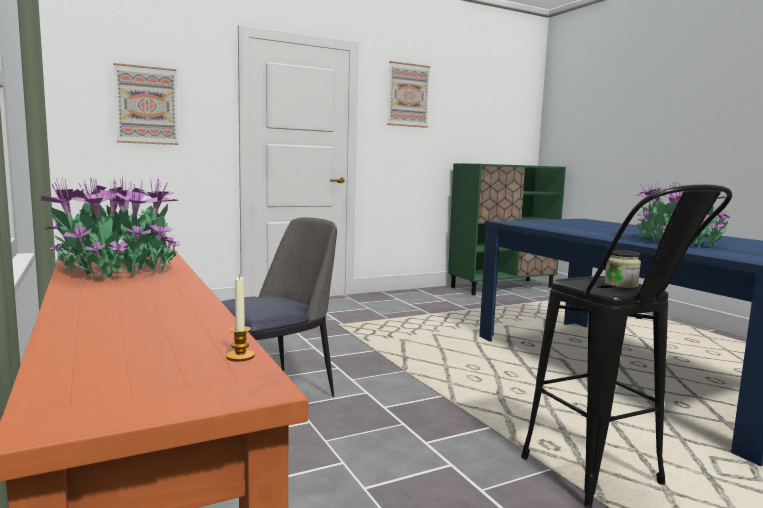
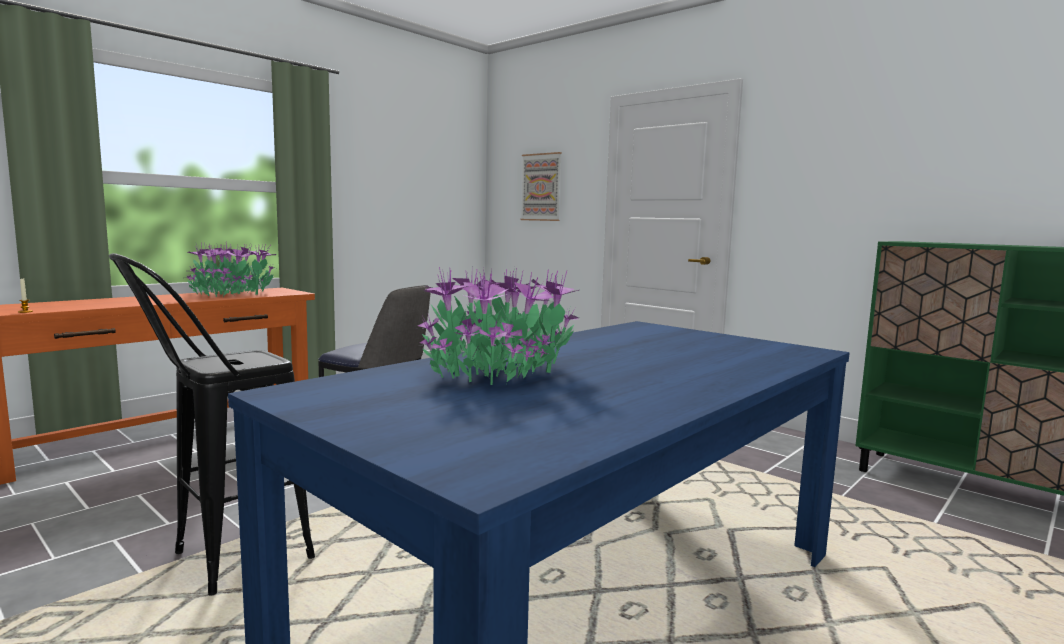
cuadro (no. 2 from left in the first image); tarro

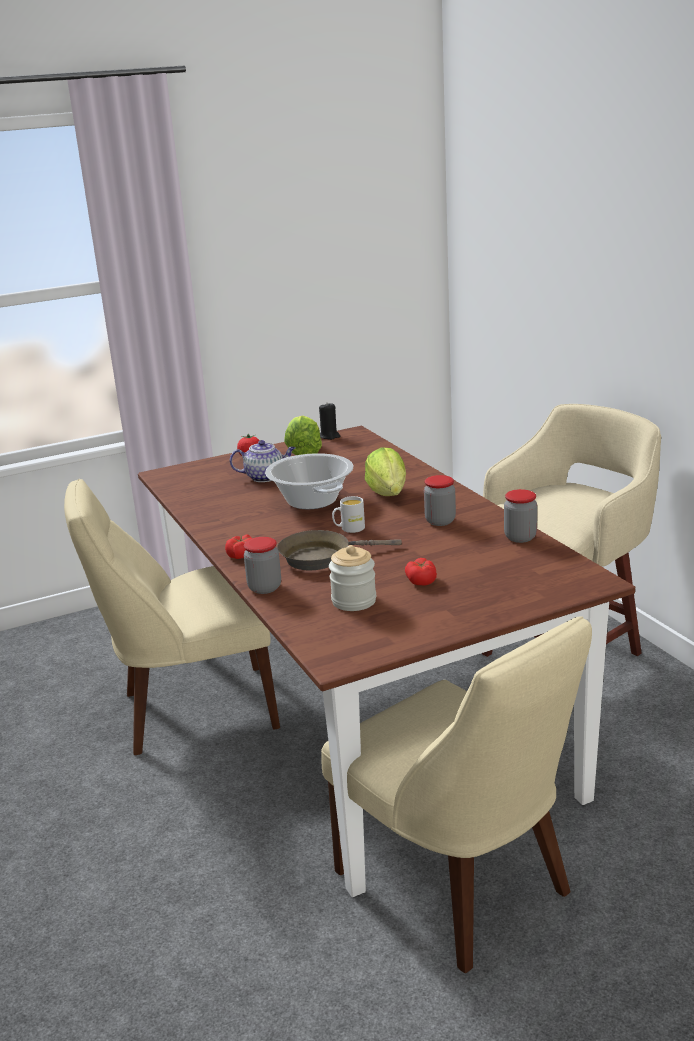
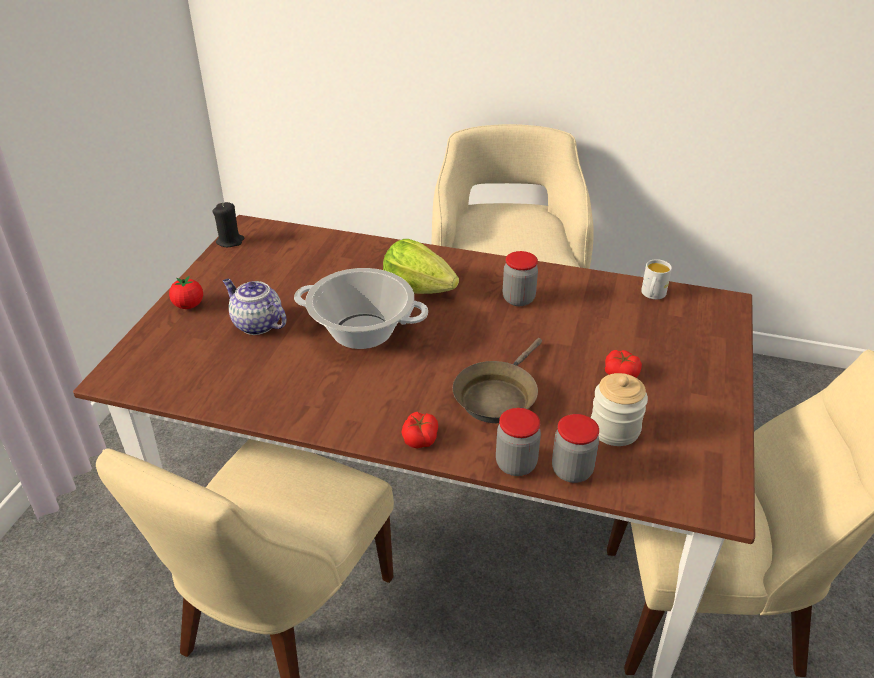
lechuga (no. 1 from left in the first image); tetera; tarro (no. 3 from left); taza grande [blanco]

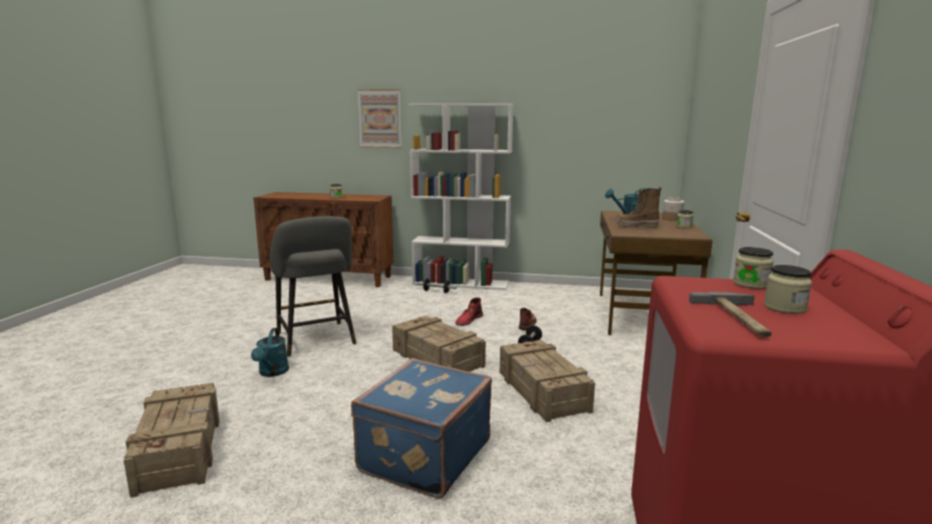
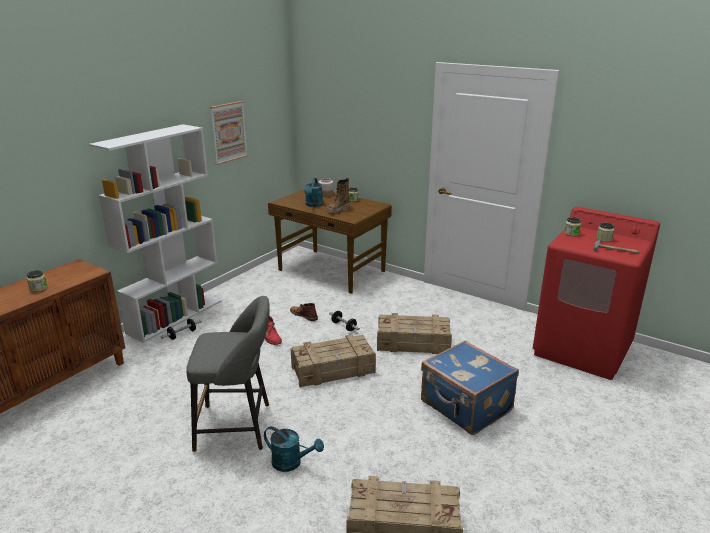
cuadro

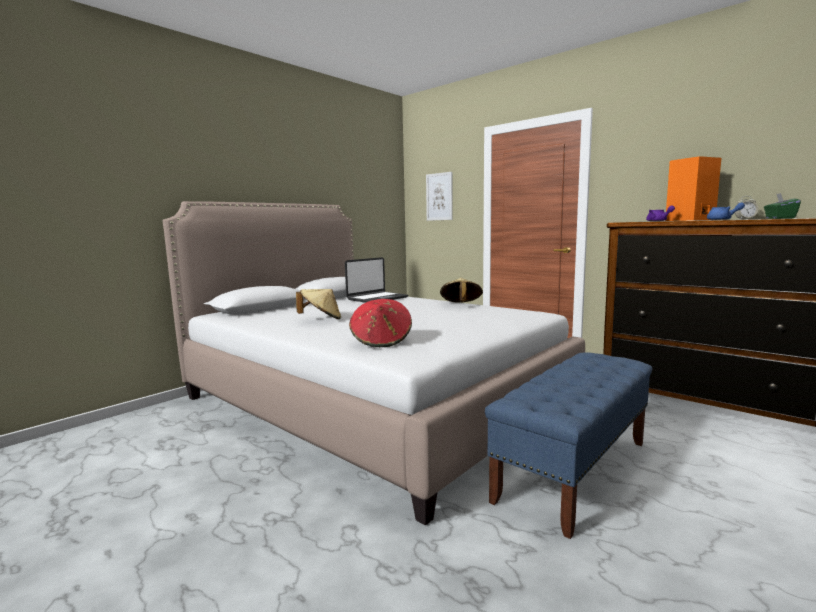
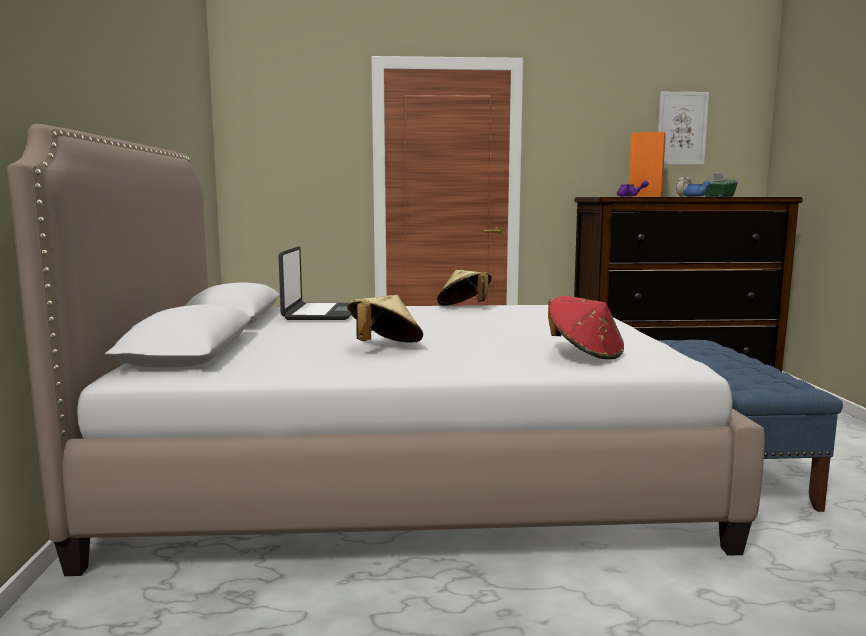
cuadro

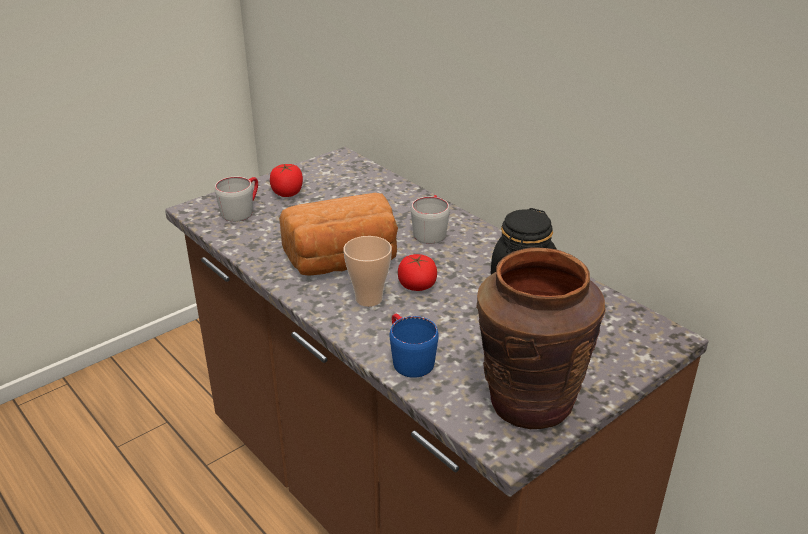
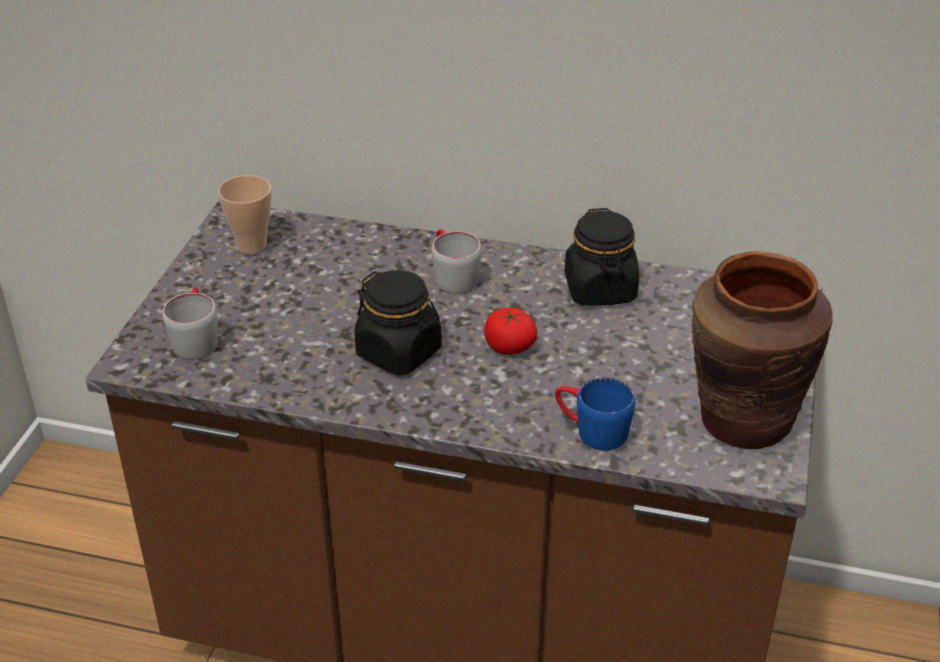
tomate (no. 1 from left in the first image); tarro [negro] (no. 1 from left); taza

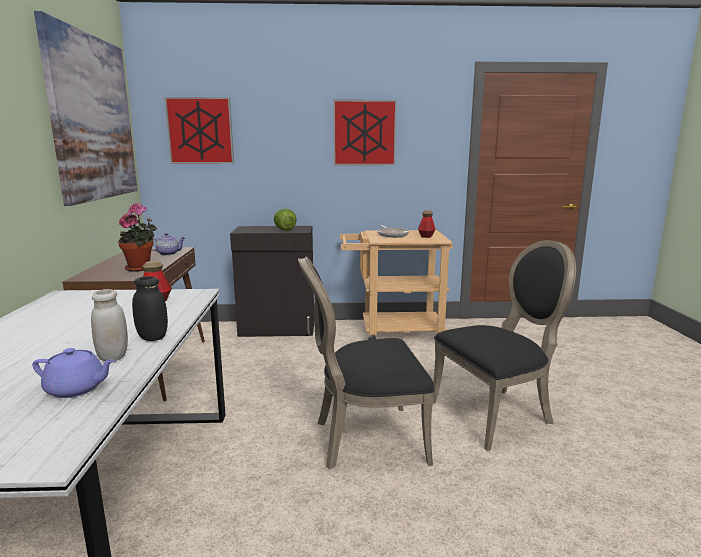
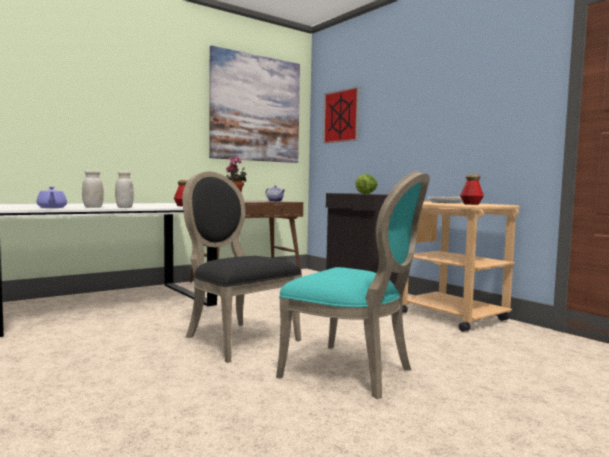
cuadro (no. 3 from left in the first image); silla [turquesa]; tarro [blanco] (no. 2 from left)

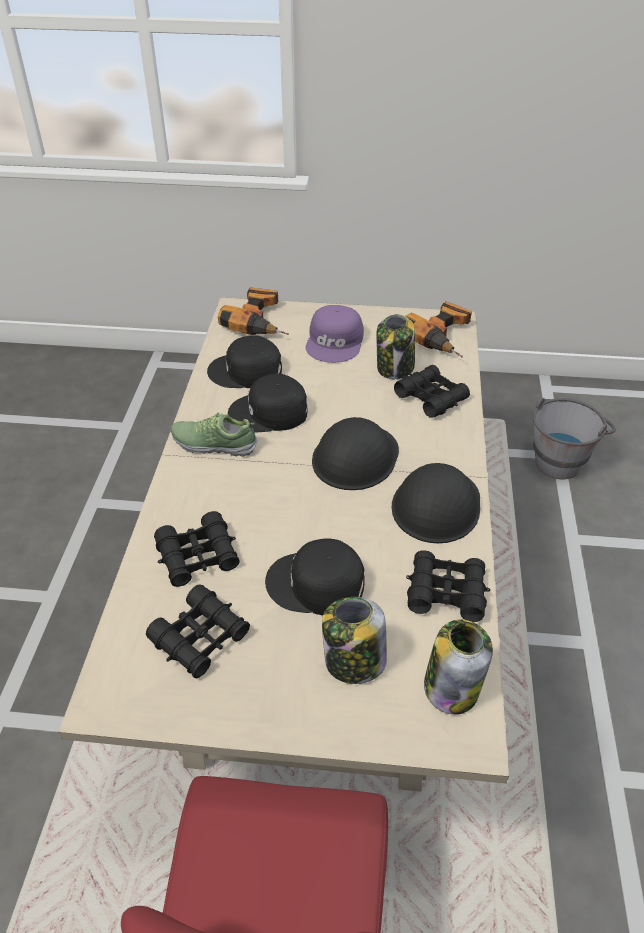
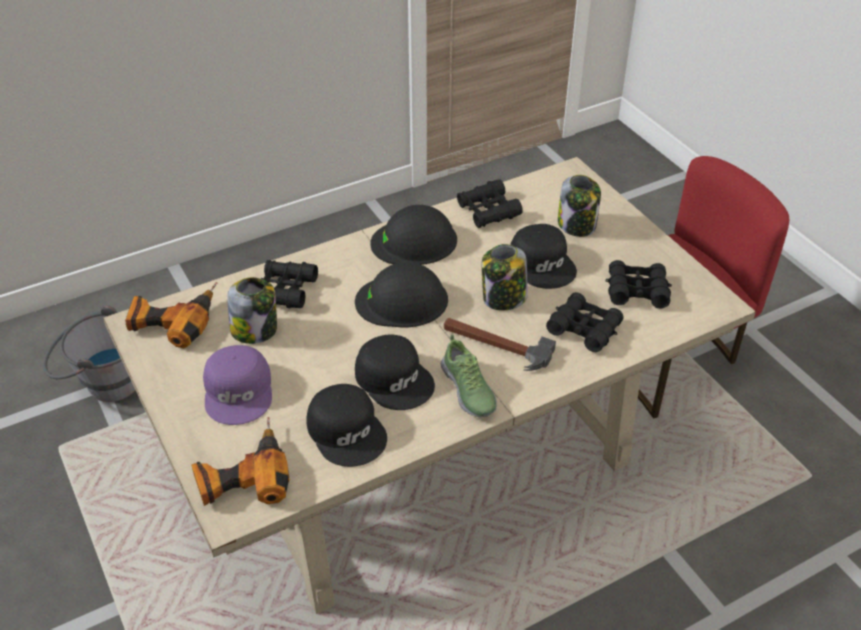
gorra [morado]; tarro (no. 2 from left); martillo

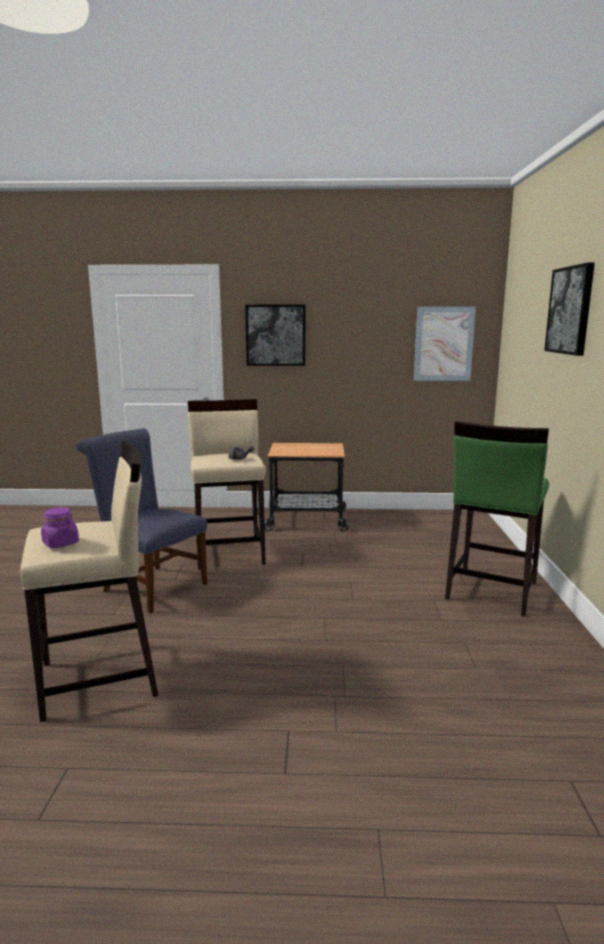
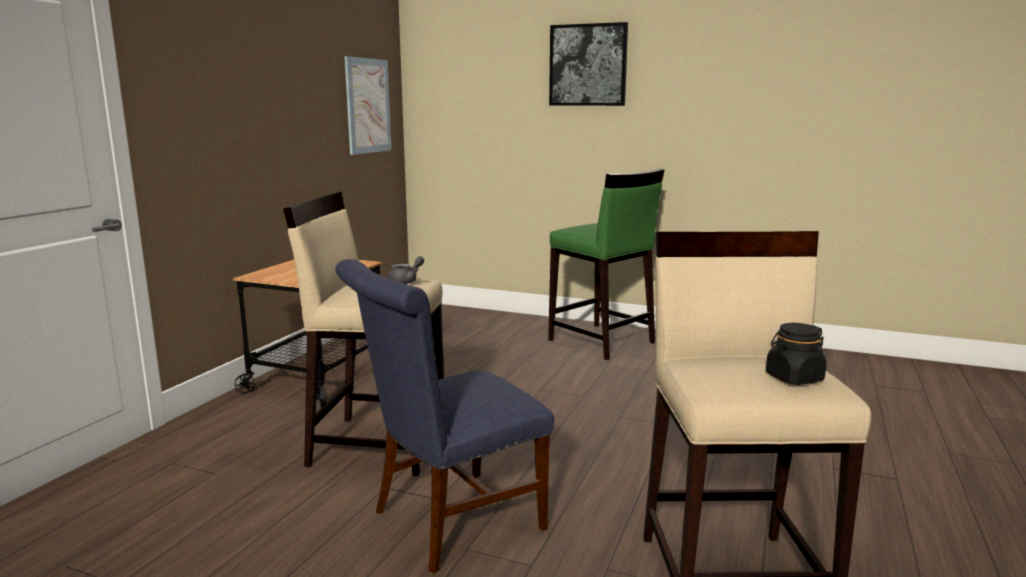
cuadro (no. 1 from left in the first image); tarro [negro]

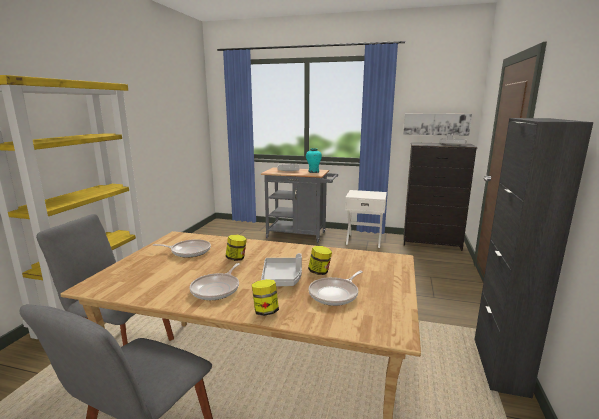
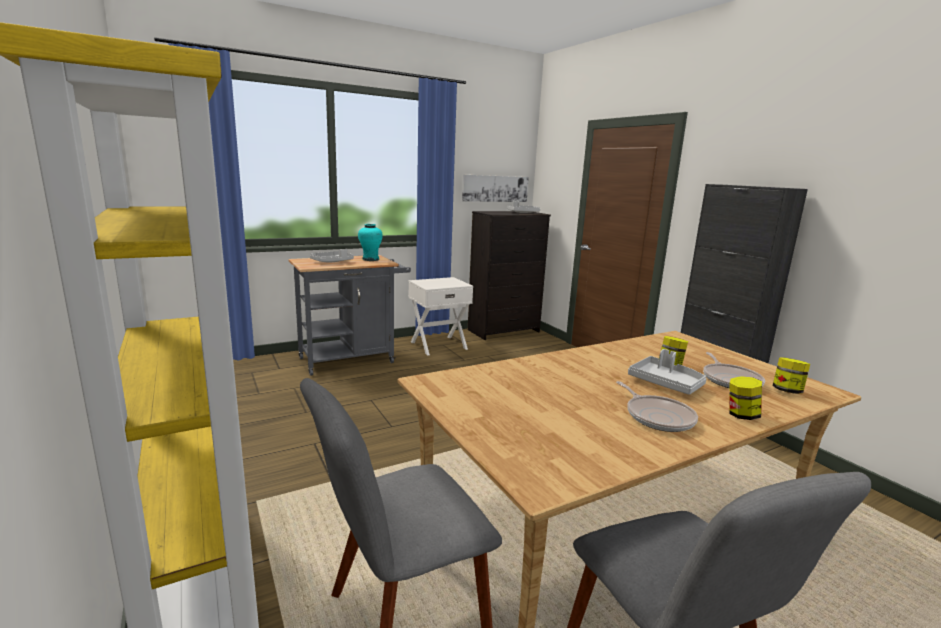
tarro (no. 3 from left); sartén (no. 1 from left in the first image)

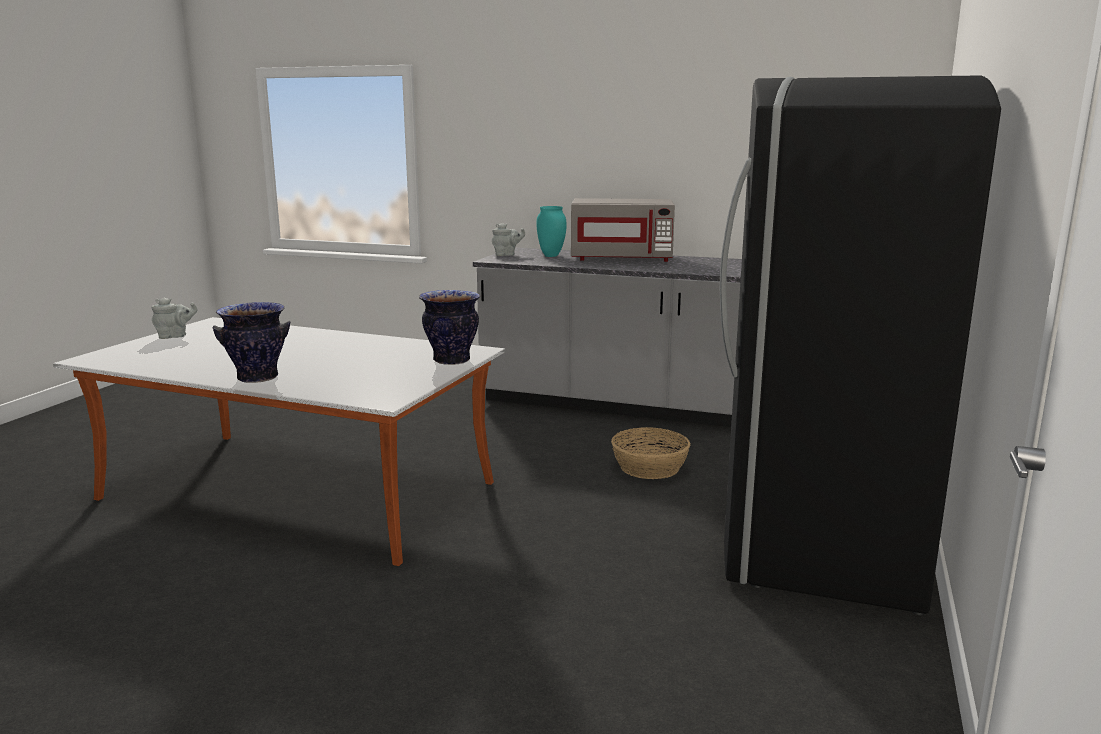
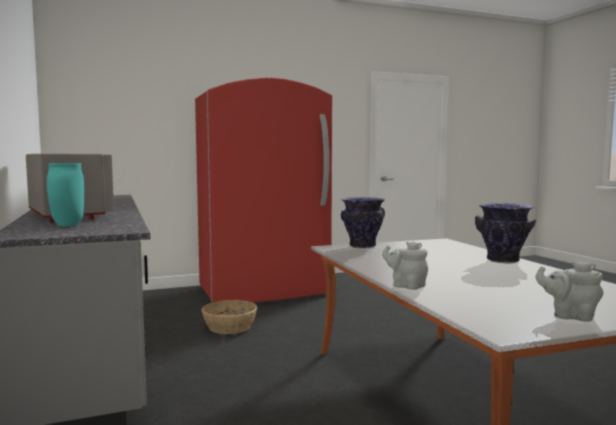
nevera [rojo]; tetera [gris] (no. 1 from left)

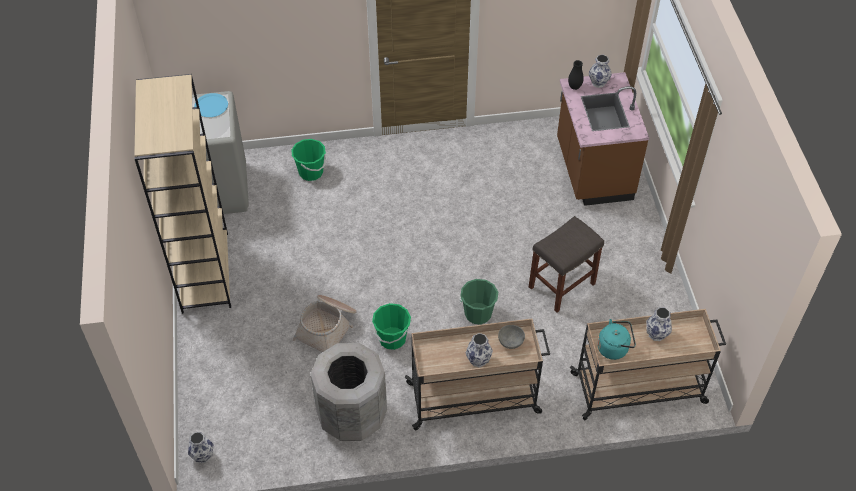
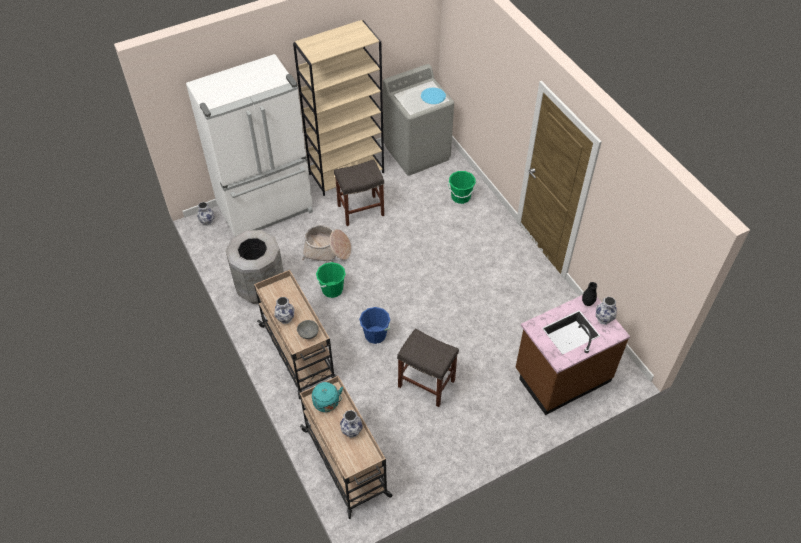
cubo [azul]; nevera [blanco]; taburete [gris] (no. 1 from left)

